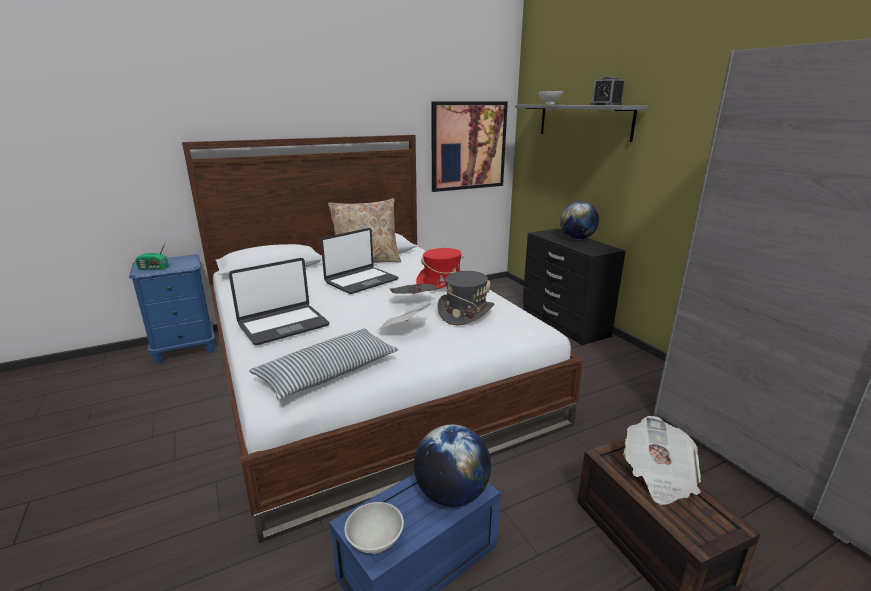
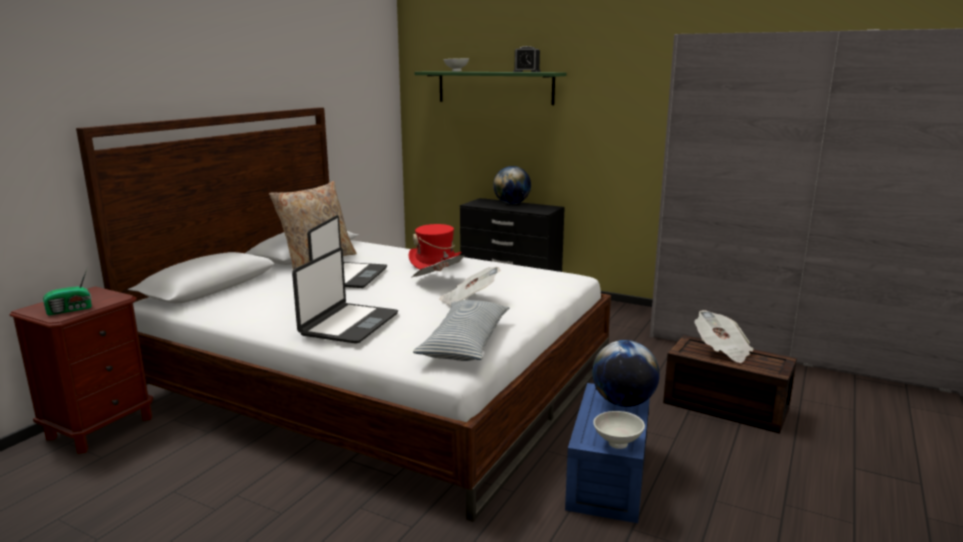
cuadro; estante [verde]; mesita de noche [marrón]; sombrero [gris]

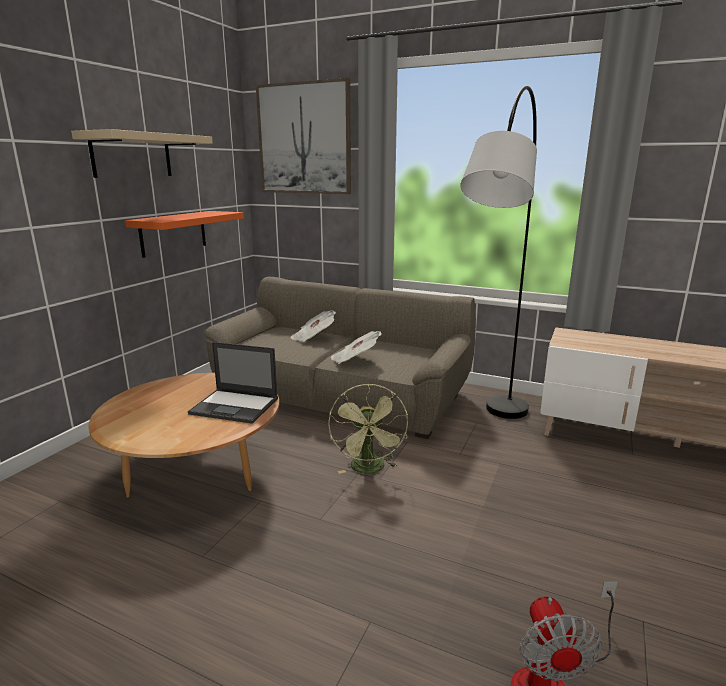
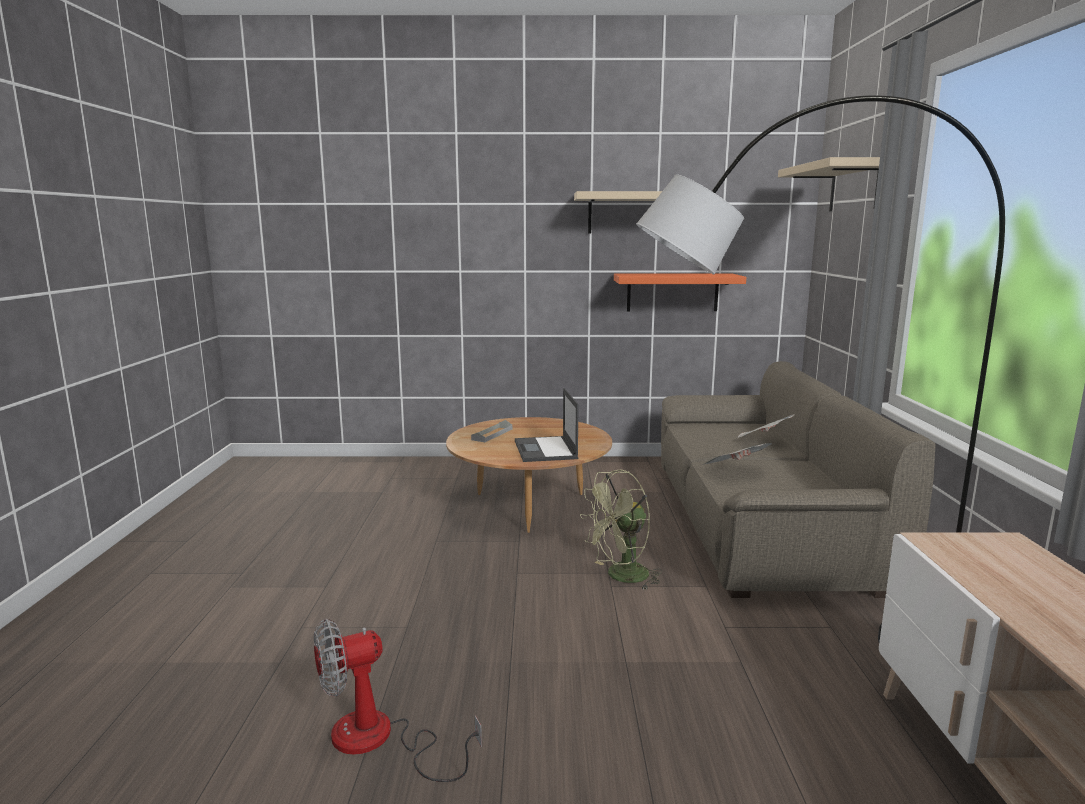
estante [beis] (no. 2 from left); bandeja [gris]

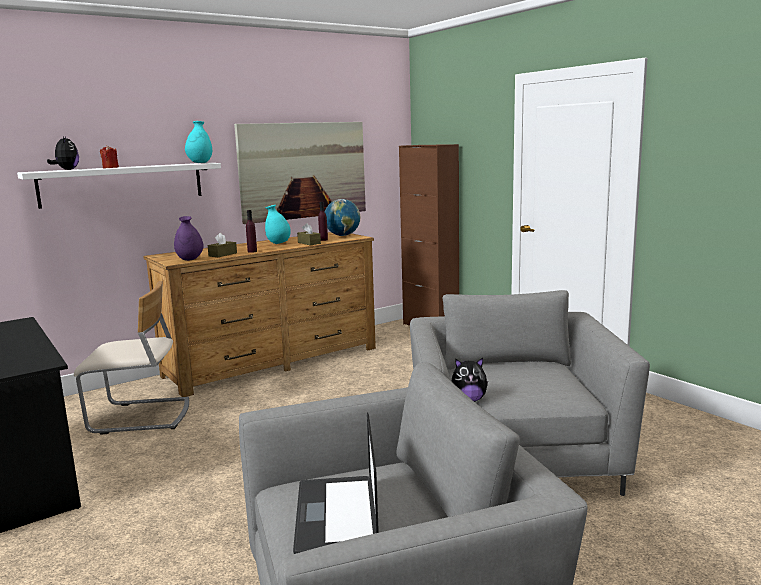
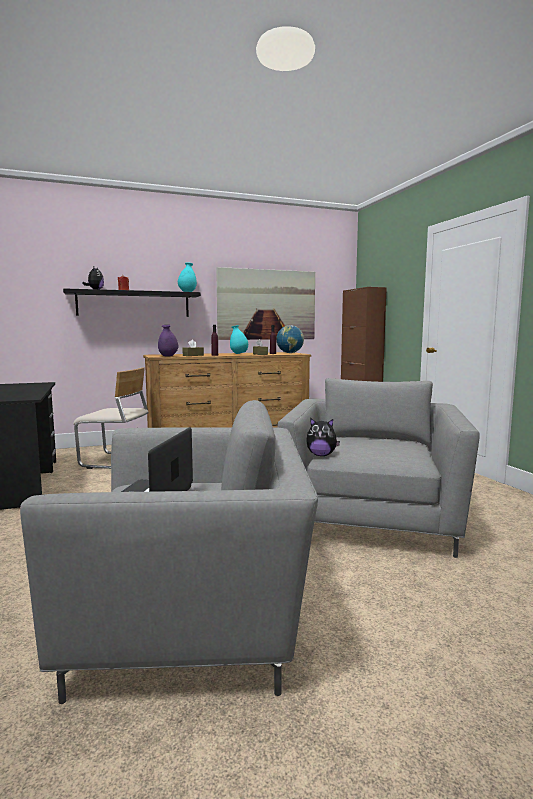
estante [negro]

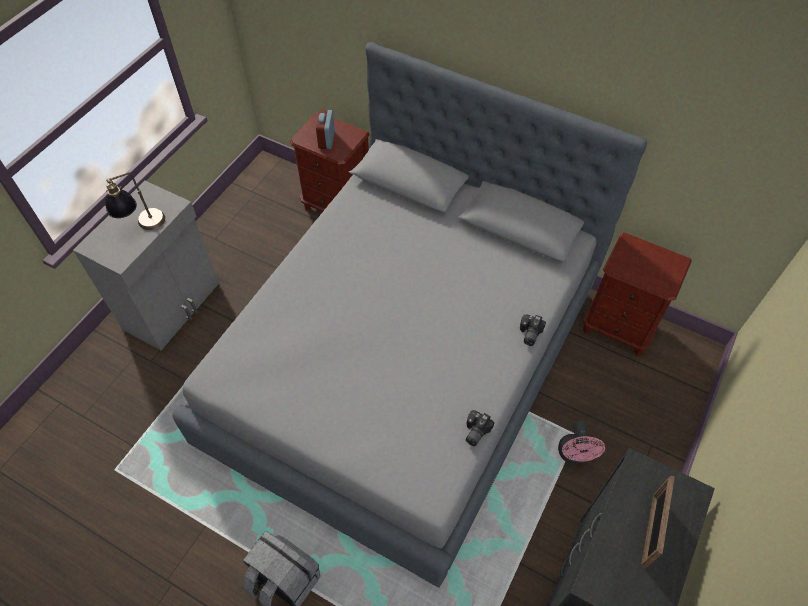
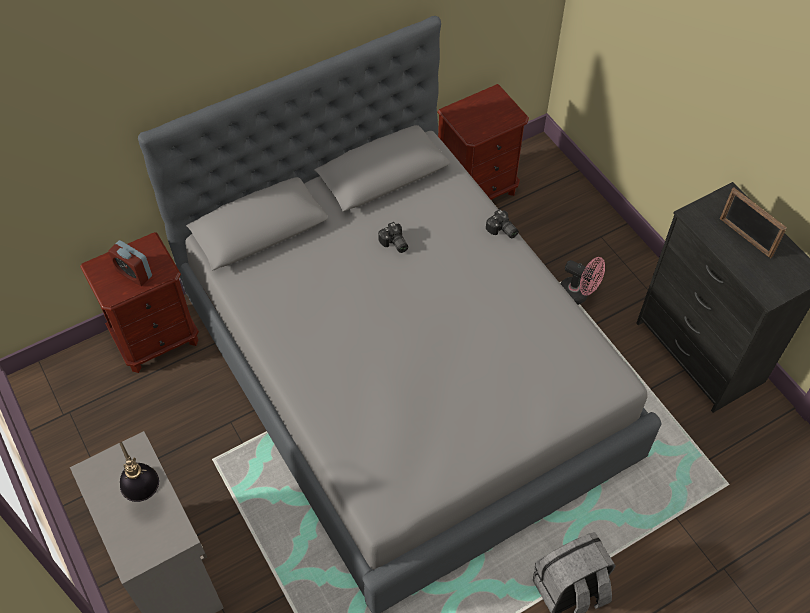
cámara (no. 1 from left)

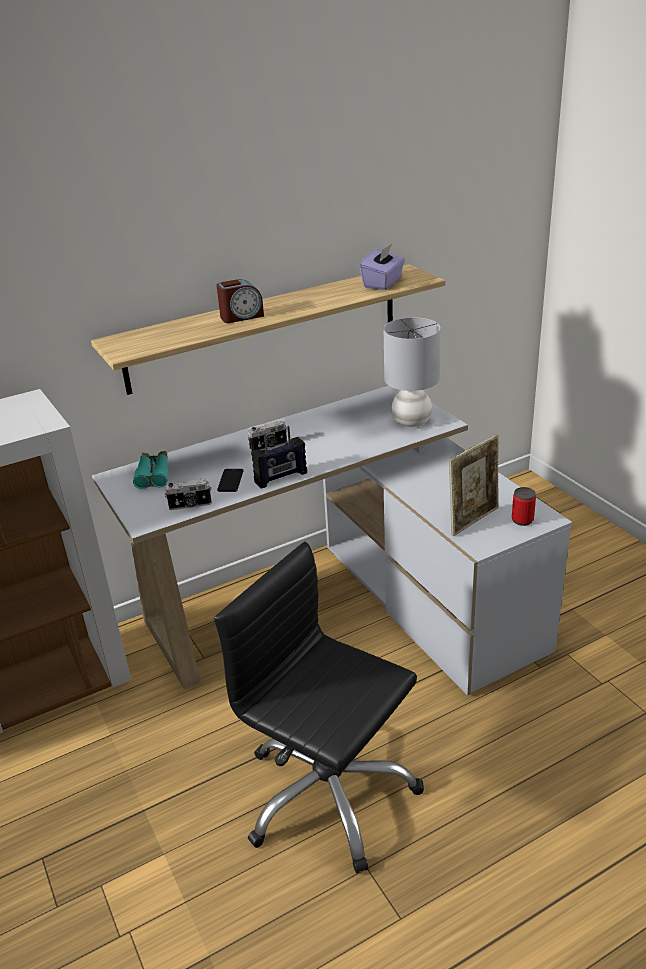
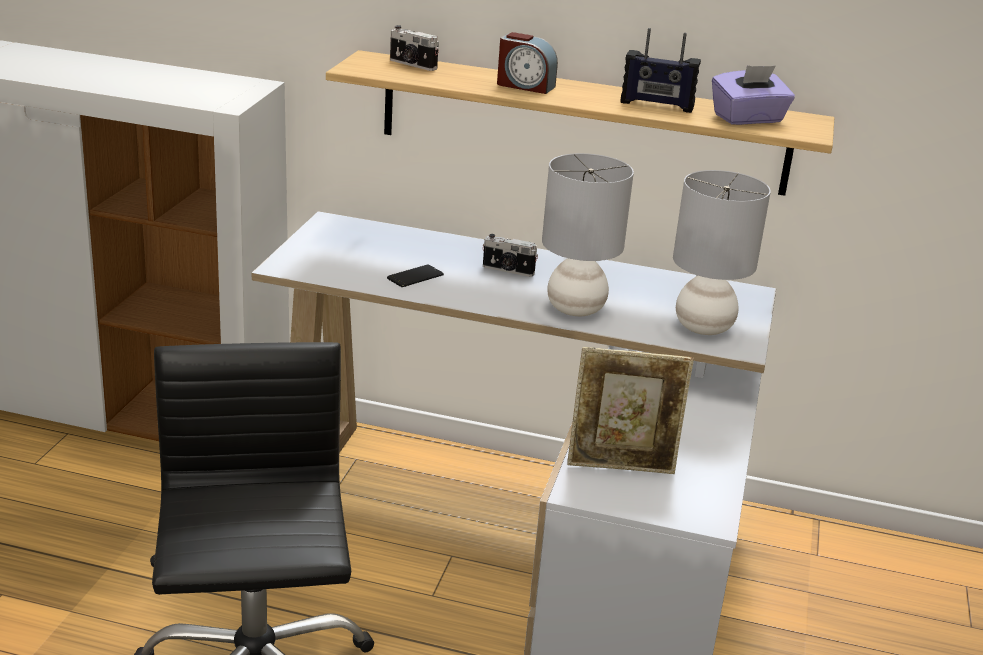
radio; prismáticos [turquesa]; cámara (no. 1 from left); lata; lámpara de mesa [gris] (no. 1 from left)

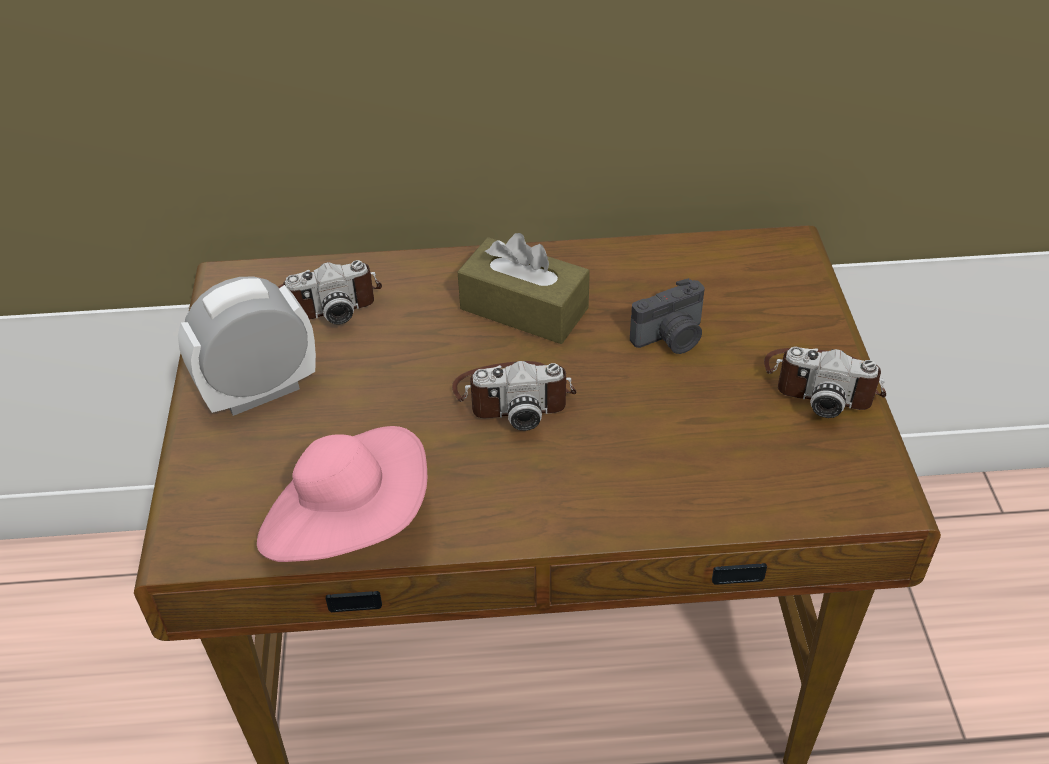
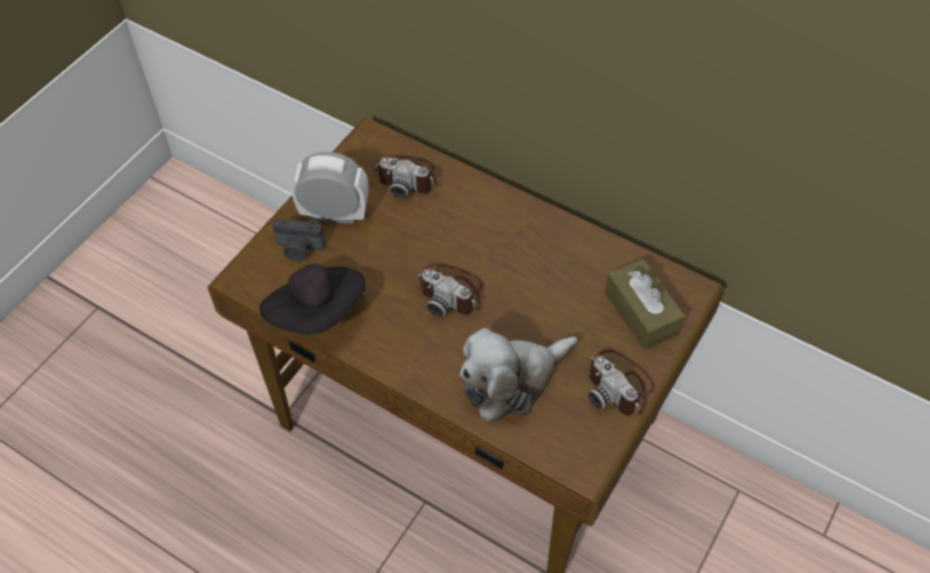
caja de pañuelos [marrón]; cámara (no. 1 from left); sombrero [negro]; peluche

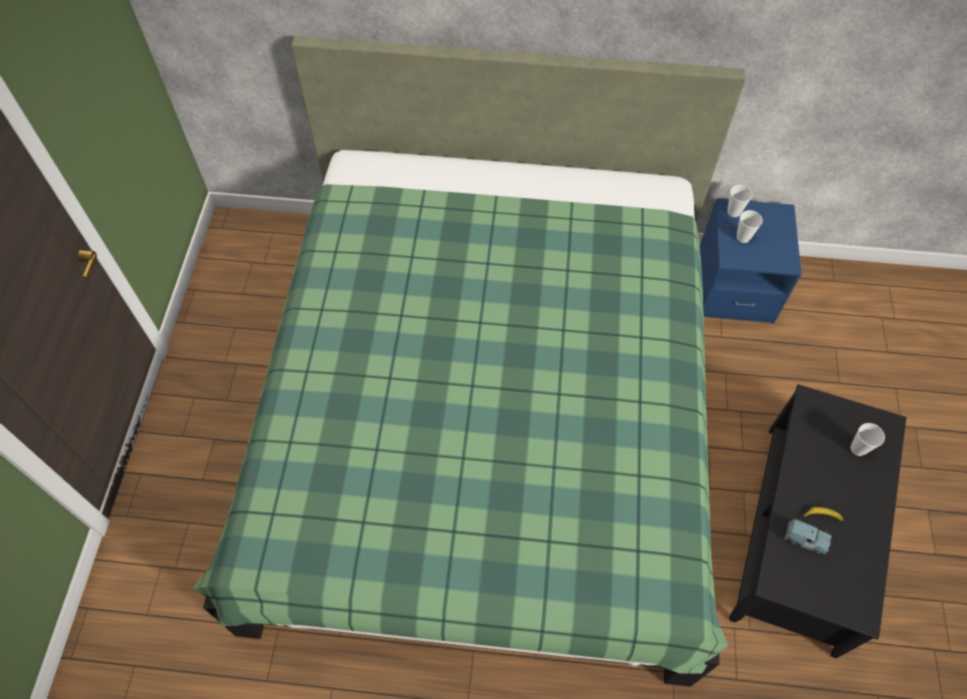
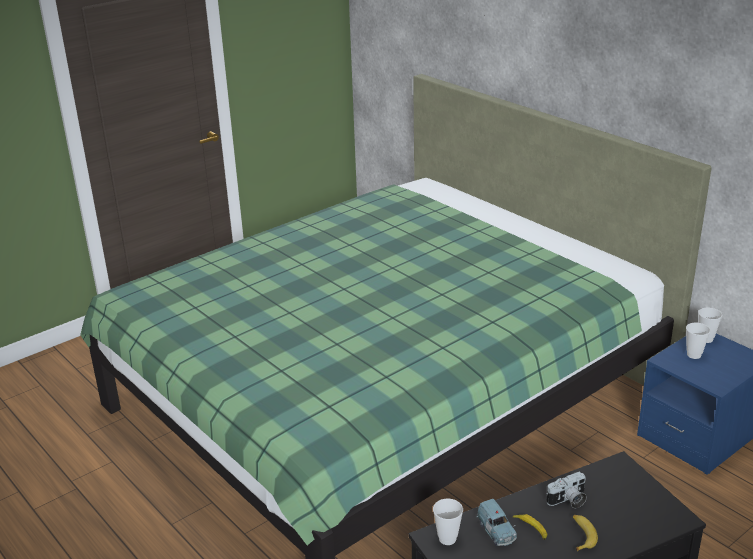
taza (no. 1 from left); cámara; plátano (no. 2 from left)

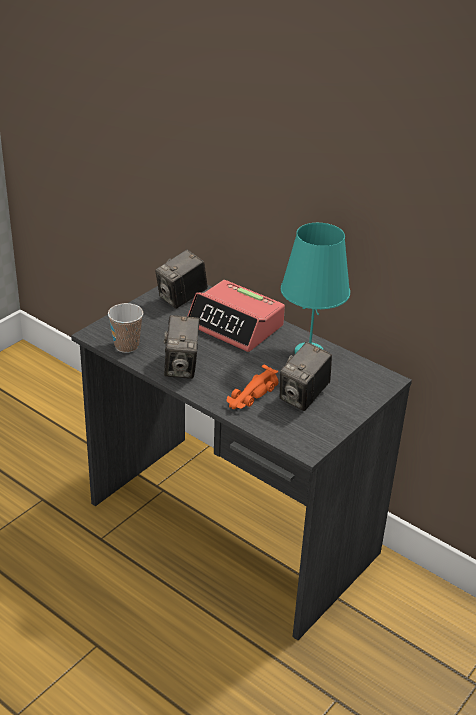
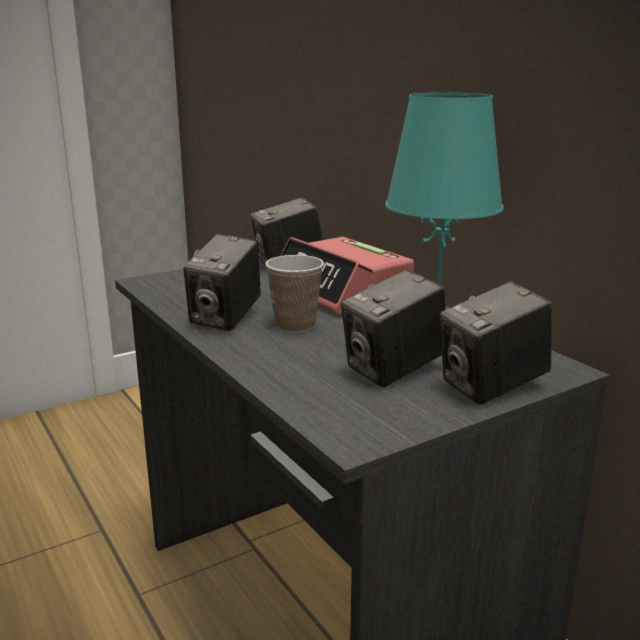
taza; coche de juguete [naranja]; cámara (no. 4 from left)

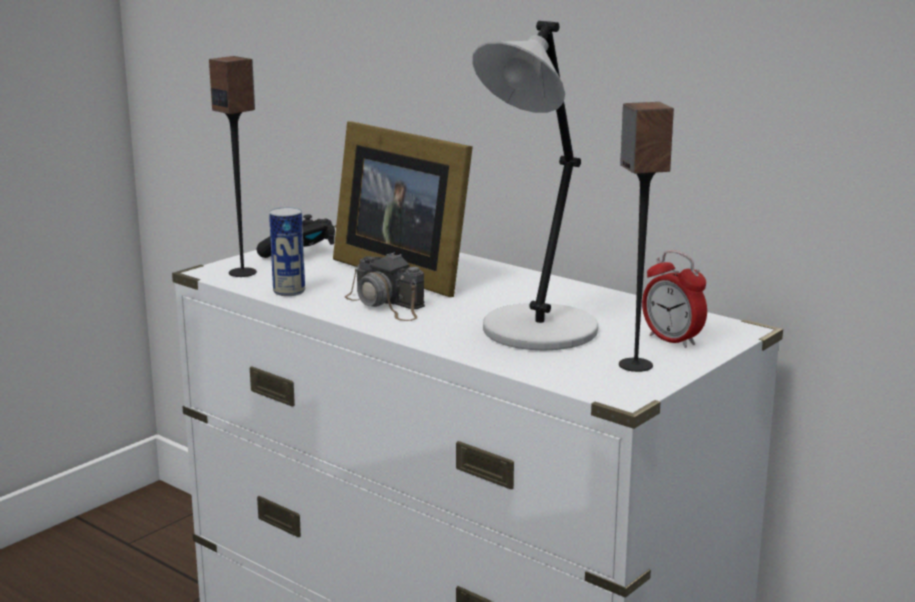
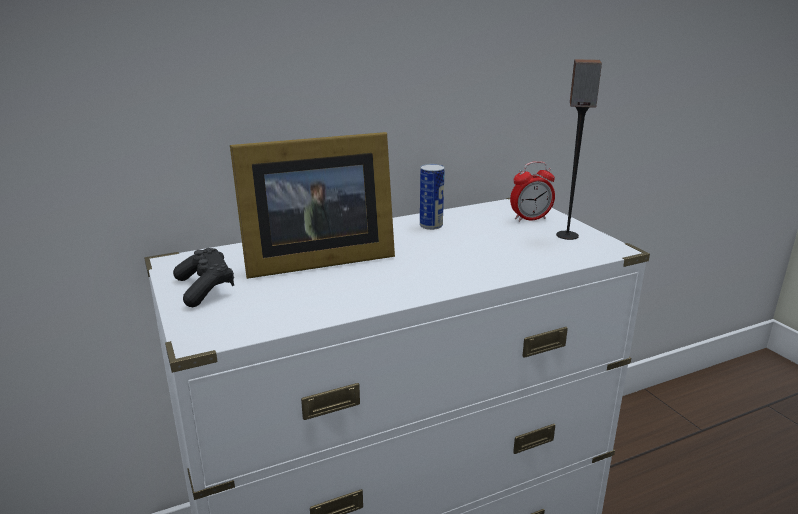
lámpara de mesa [gris]; altavoz (no. 1 from left in the first image); lata; cámara

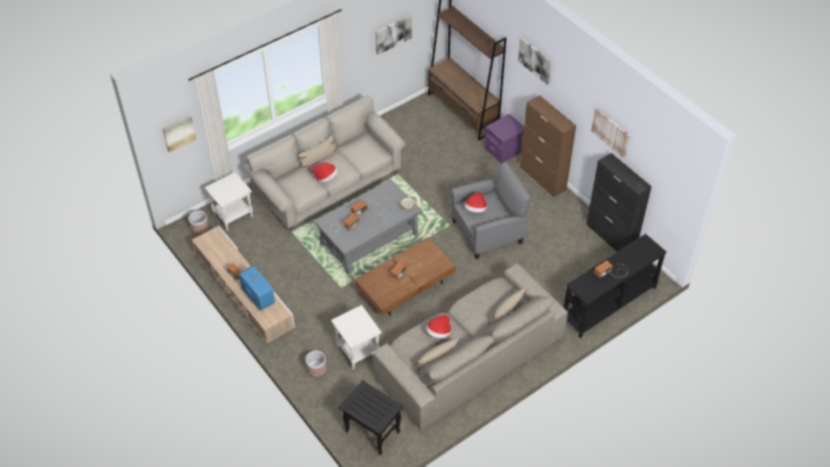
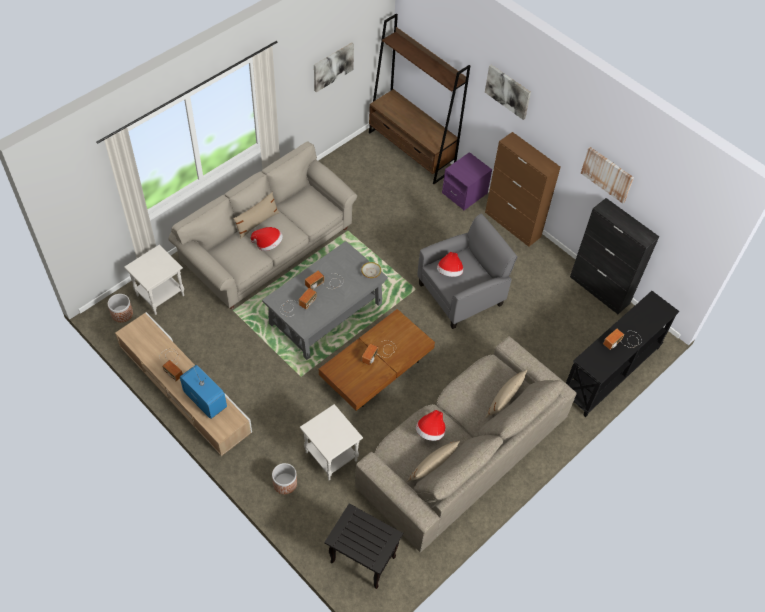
cuadro (no. 1 from left in the first image)

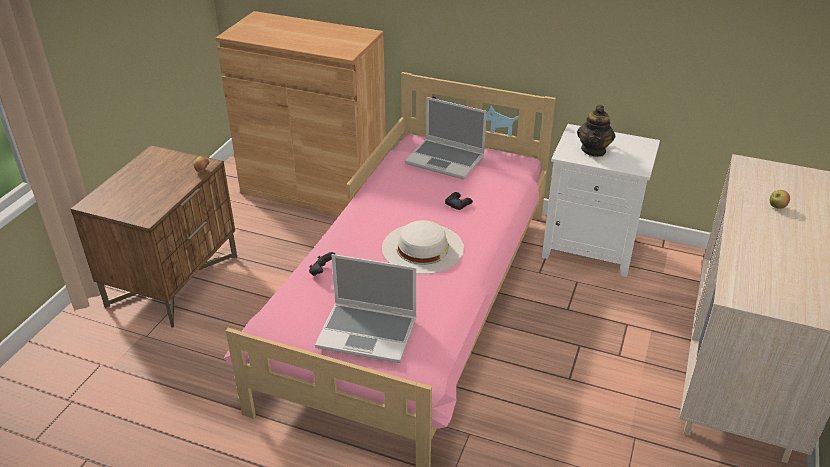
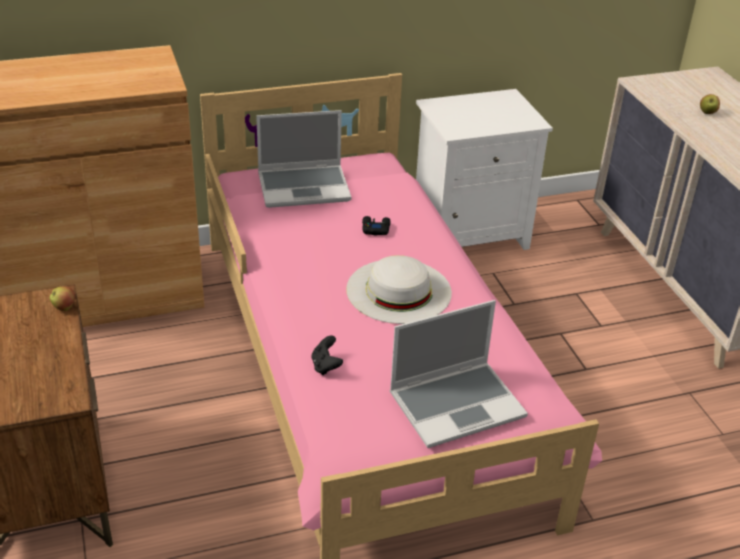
tetera

